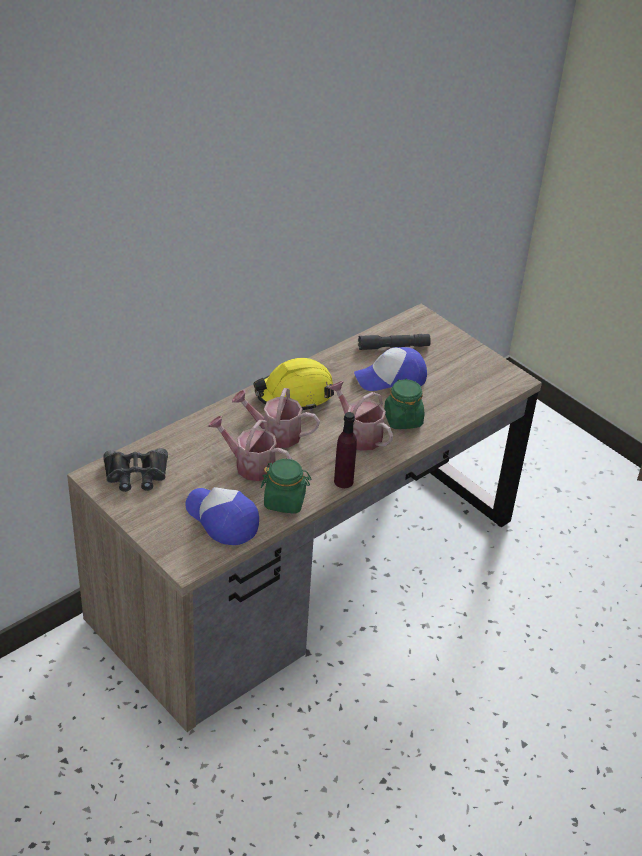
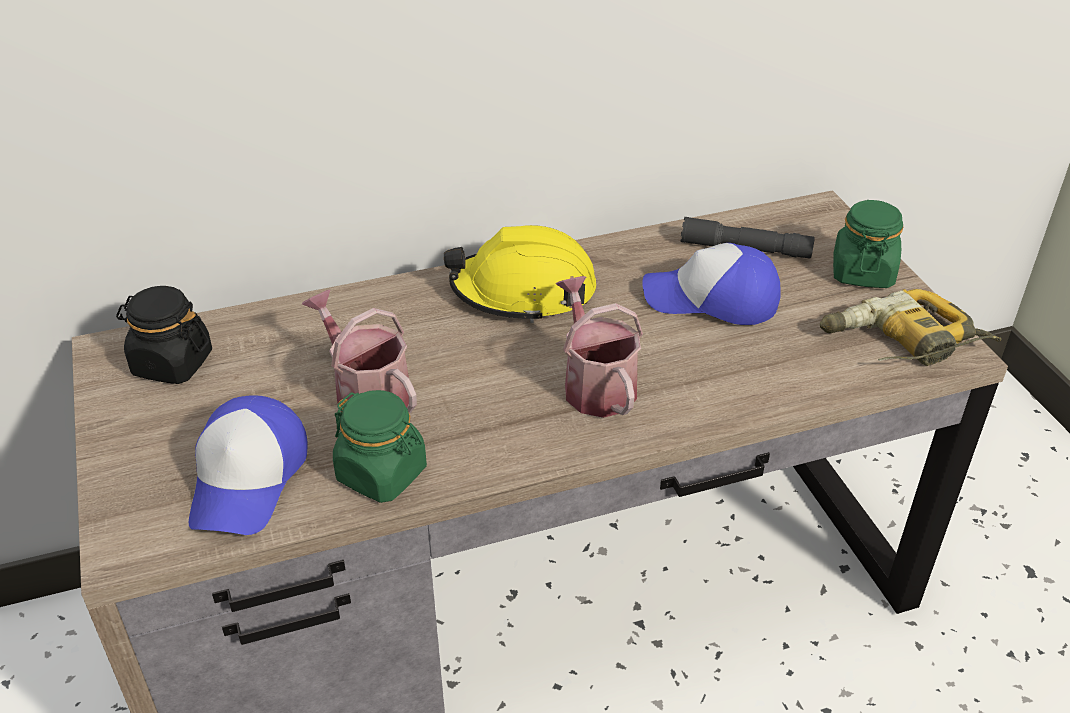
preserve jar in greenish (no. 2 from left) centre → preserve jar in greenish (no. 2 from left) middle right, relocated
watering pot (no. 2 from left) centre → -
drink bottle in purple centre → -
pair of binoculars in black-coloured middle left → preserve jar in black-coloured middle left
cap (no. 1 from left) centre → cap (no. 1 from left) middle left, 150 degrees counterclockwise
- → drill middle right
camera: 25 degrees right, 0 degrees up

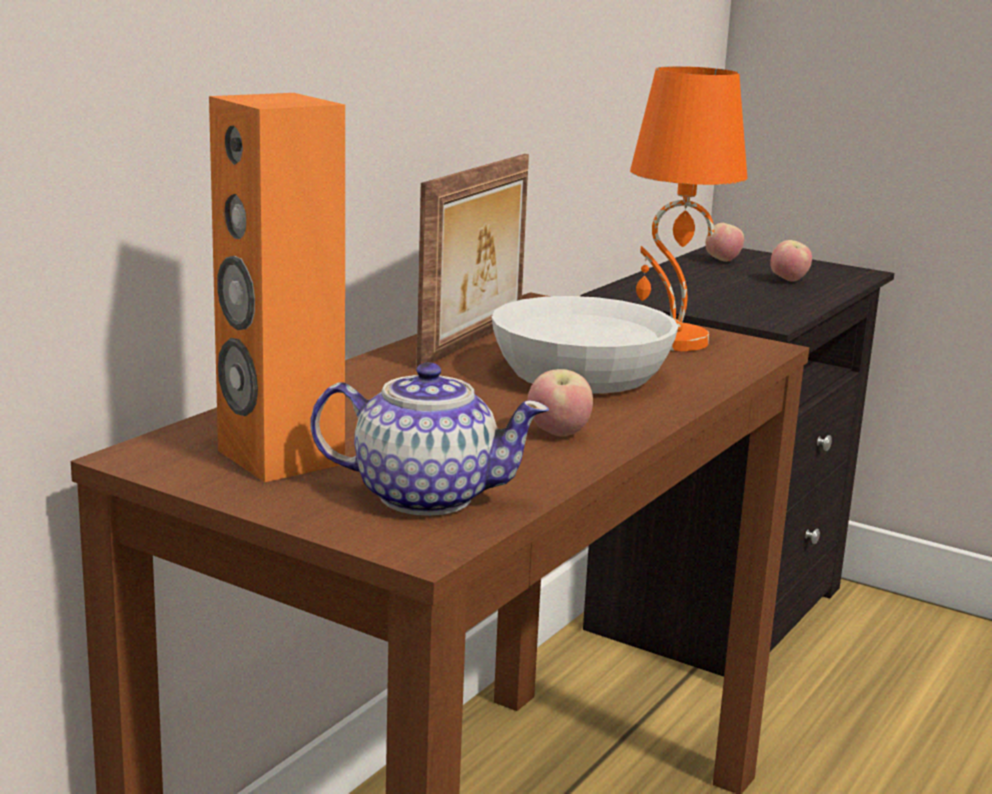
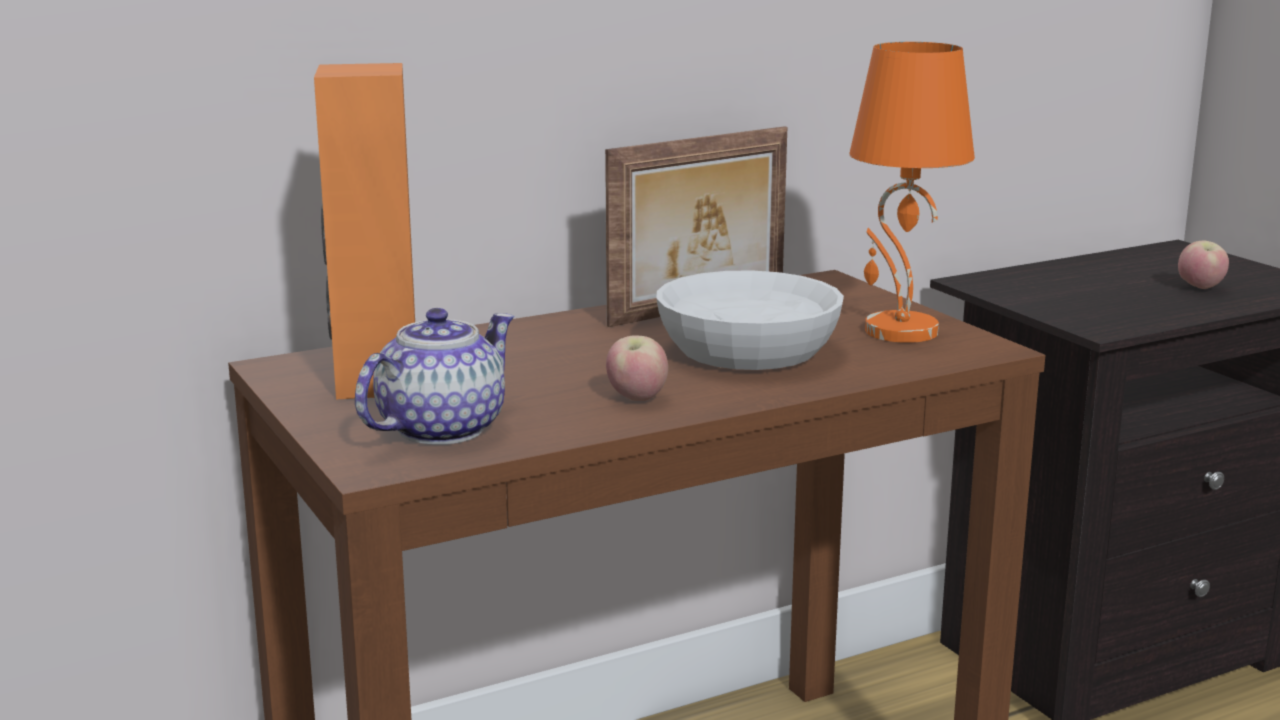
whole apple (no. 2 from left) top right → -
tea pot centre, 90 degrees counterclockwise
camera: 30 degrees right, 0 degrees up

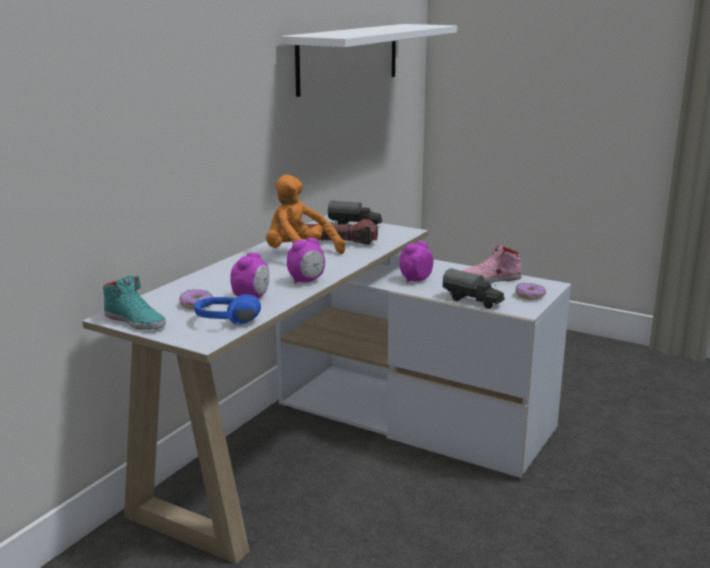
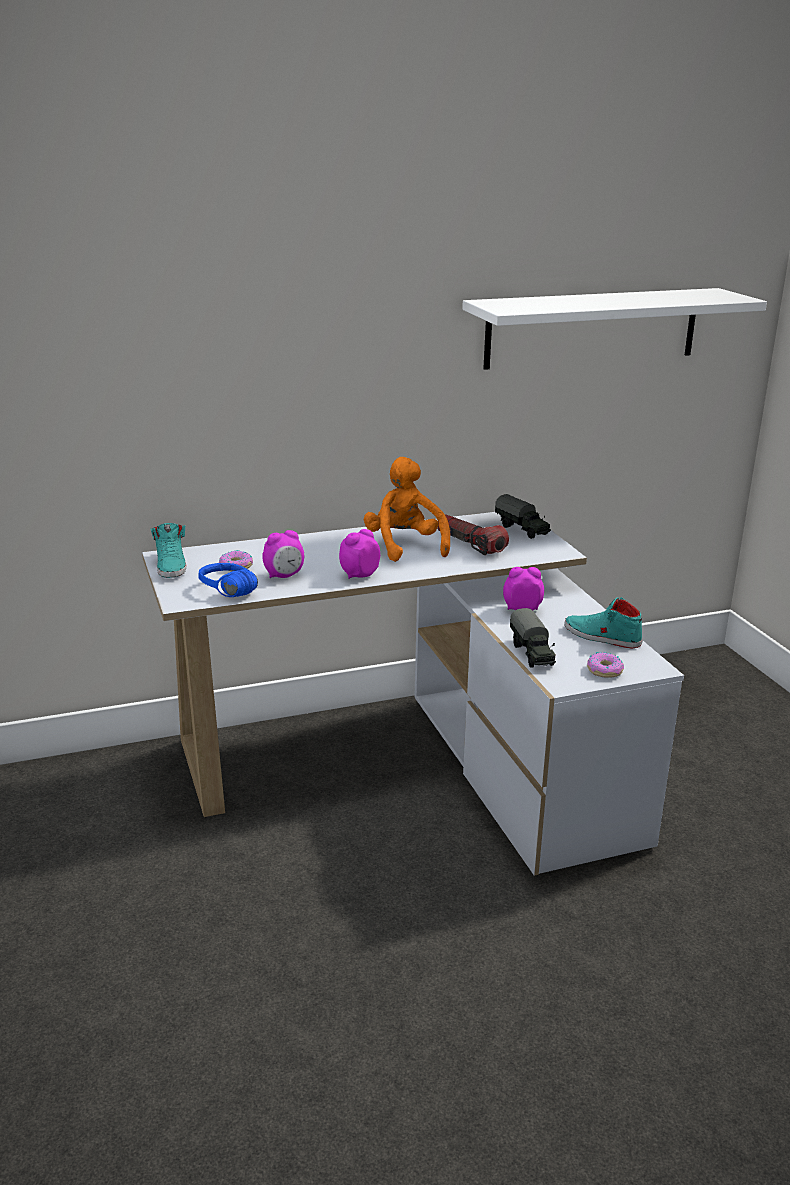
bedside clock (no. 2 from left) centre, 135 degrees clockwise
item of footwear in pinkish middle right → item of footwear in turquoise-coloured (no. 2 from left) middle right
camera: 40 degrees right, 5 degrees up

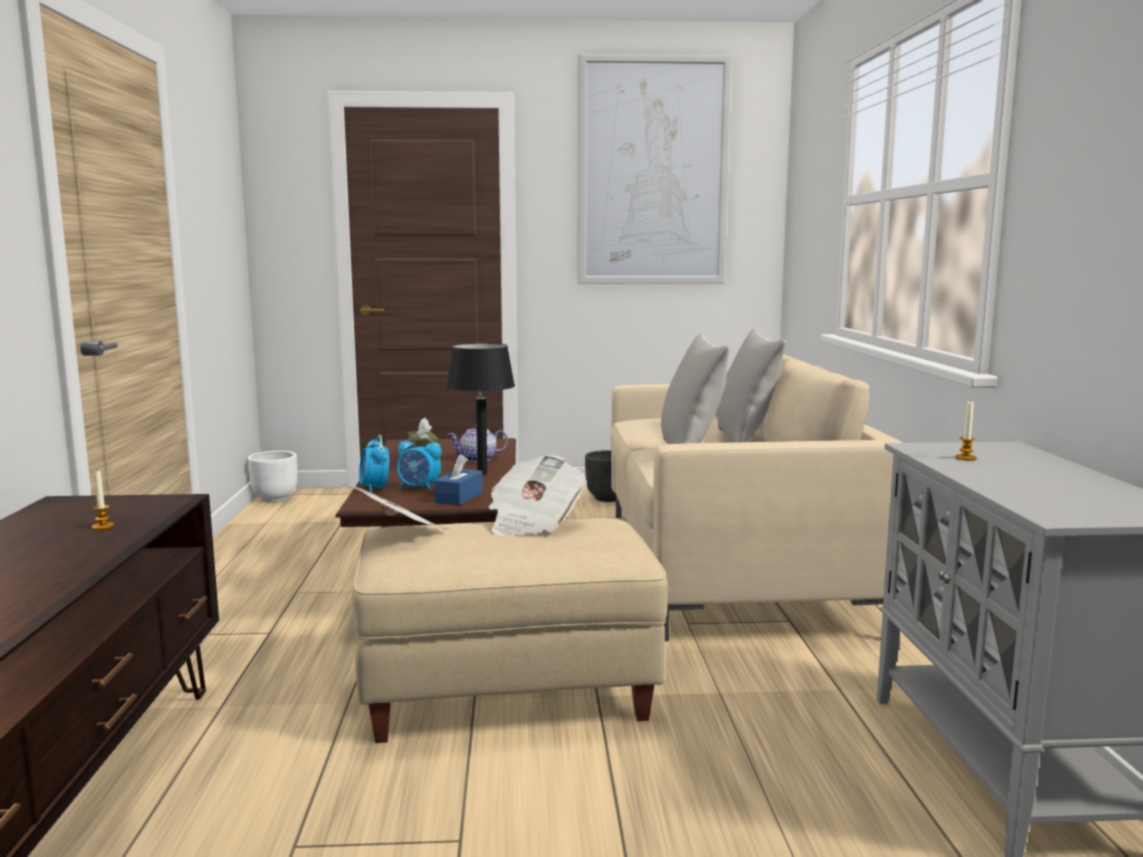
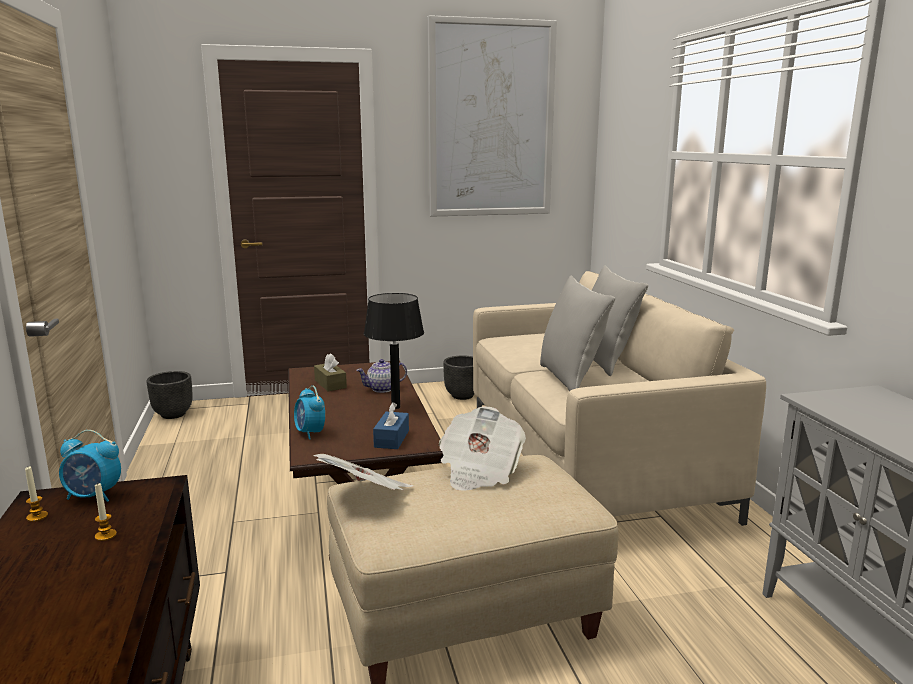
wax candle (no. 2 from left in the first image) middle right → wax candle (no. 1 from left) bottom left, relocated
bedside clock (no. 2 from left in the first image) centre → bedside clock (no. 1 from left) bottom left, relocated
flower pot in whitish middle left → flower pot in black-coloured (no. 1 from left) middle left
camera: 10 degrees left, 5 degrees up

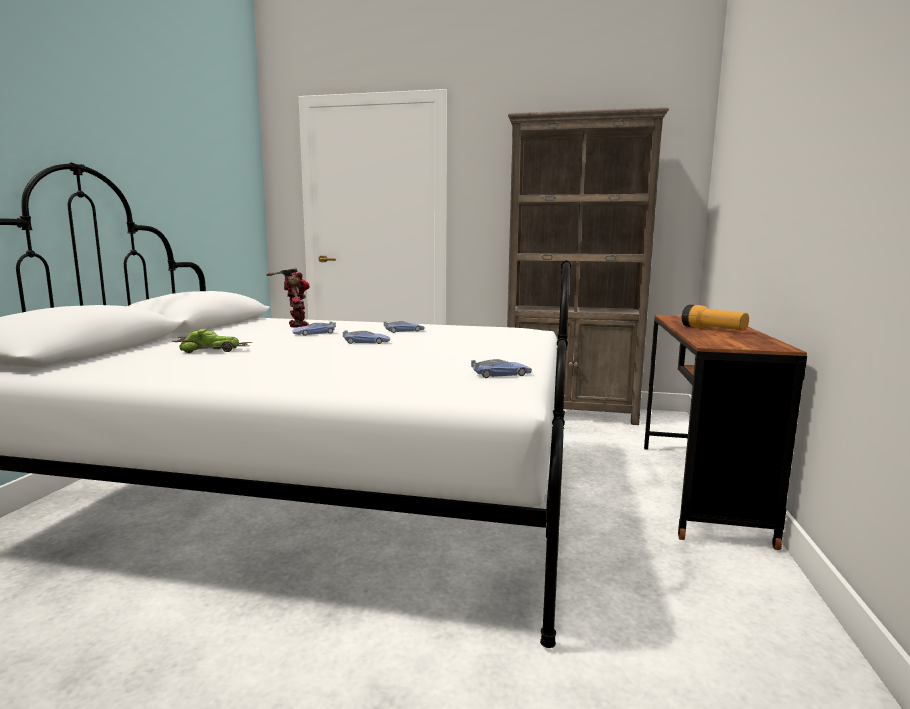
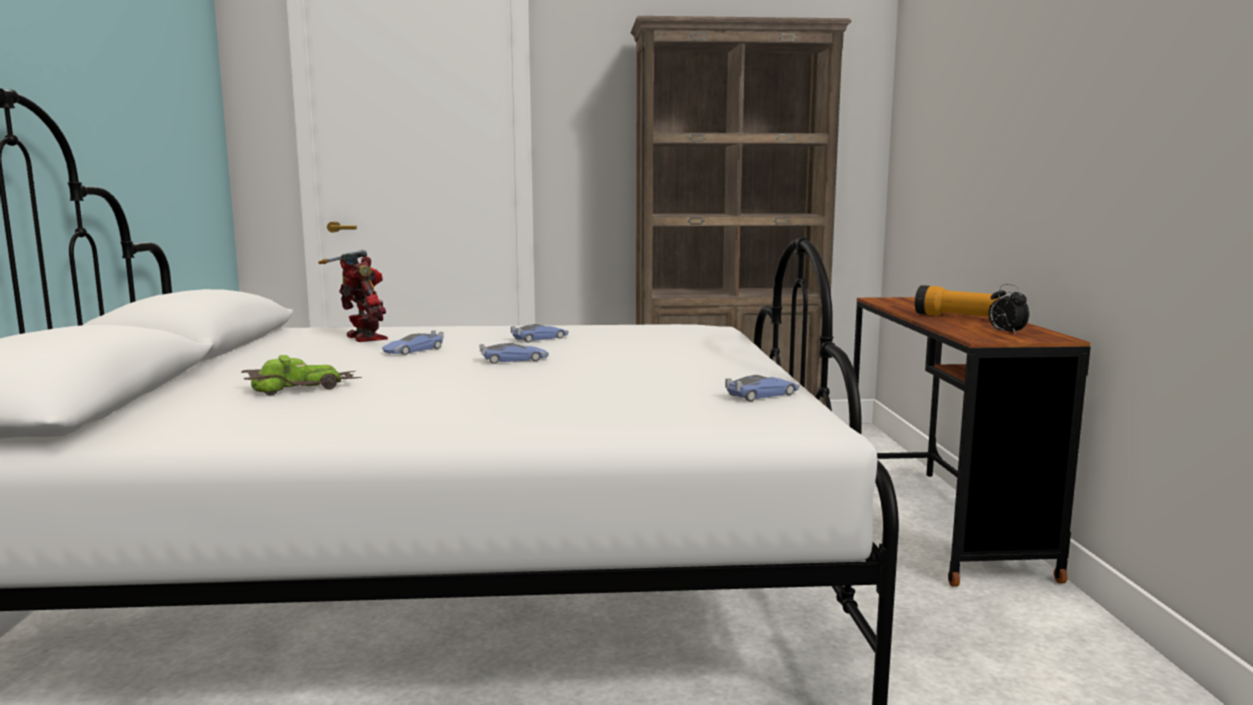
- → bedside clock middle right
camera: 15 degrees left, 0 degrees up

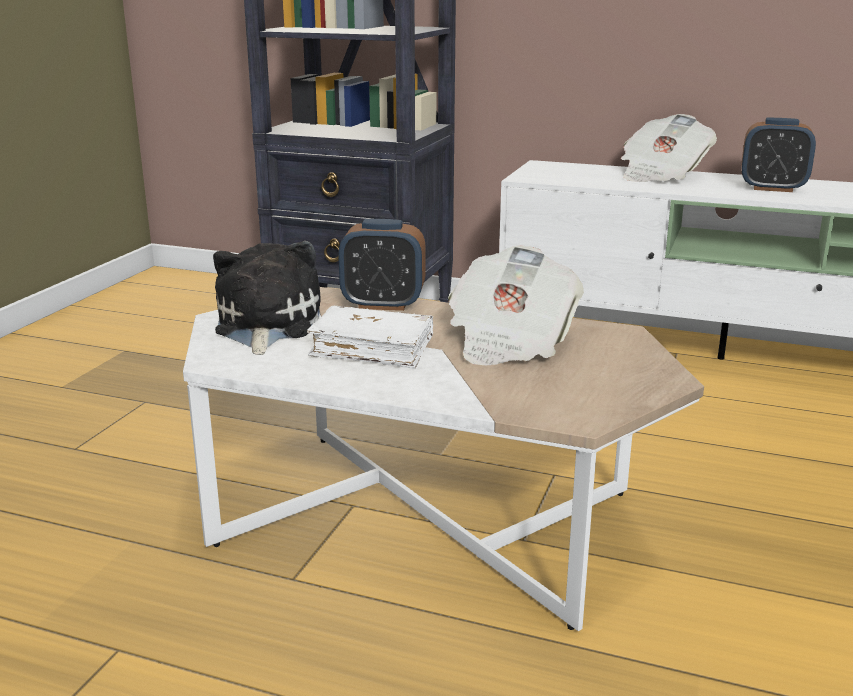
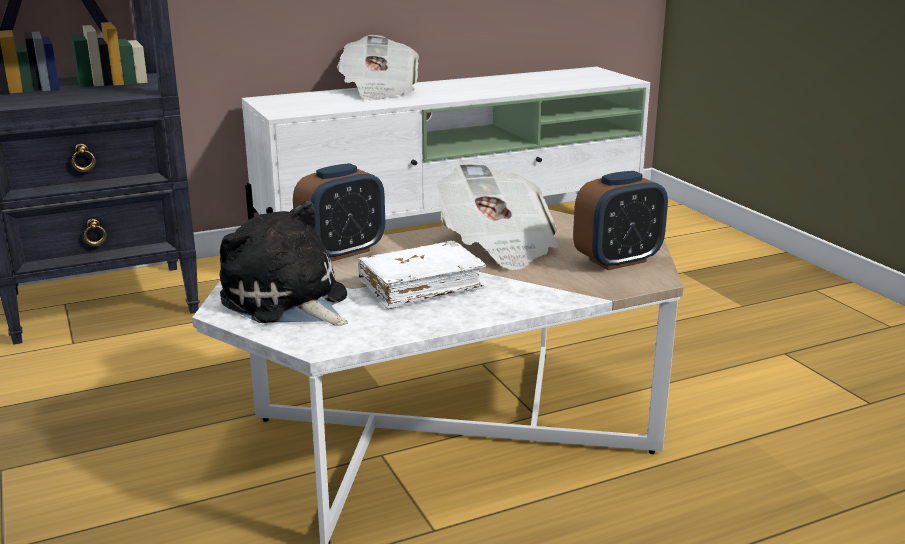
bedside clock (no. 2 from left) top right → bedside clock (no. 2 from left) middle right, relocated
camera: 45 degrees left, 0 degrees up

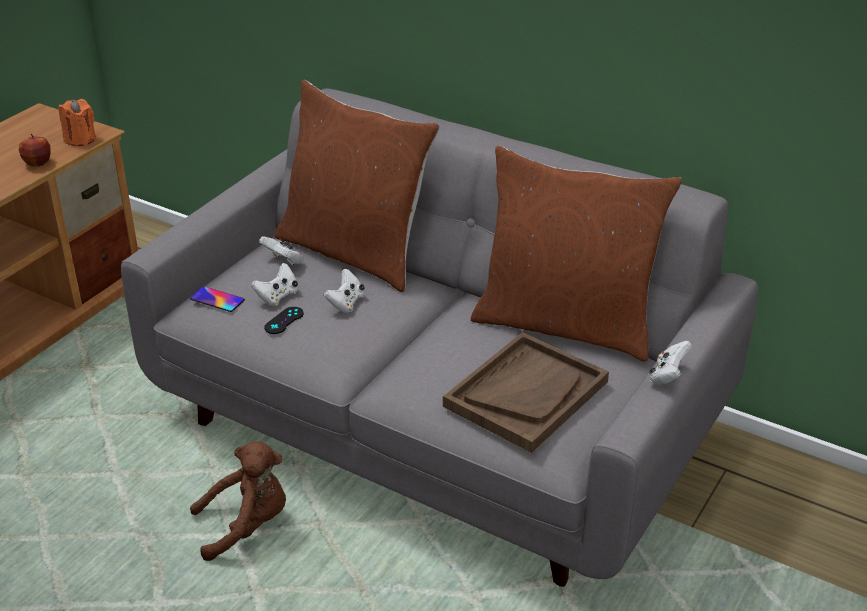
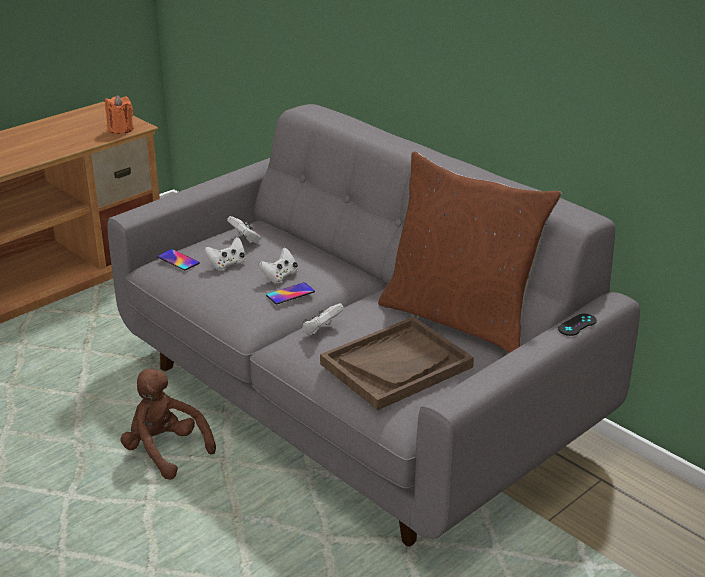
cushion in brown-coloured (no. 1 from left) top centre → -
whole apple top left → -
gamepad in black-coloured middle left → gamepad in black-coloured middle right, relocated
gamepad in whitish (no. 4 from left) middle right → gamepad in whitish (no. 4 from left) centre, relocated
soft toy in brown-coloured bottom left, 135 degrees counterclockwise
- → telephone (no. 2 from left) centre
camera: 15 degrees right, 5 degrees down

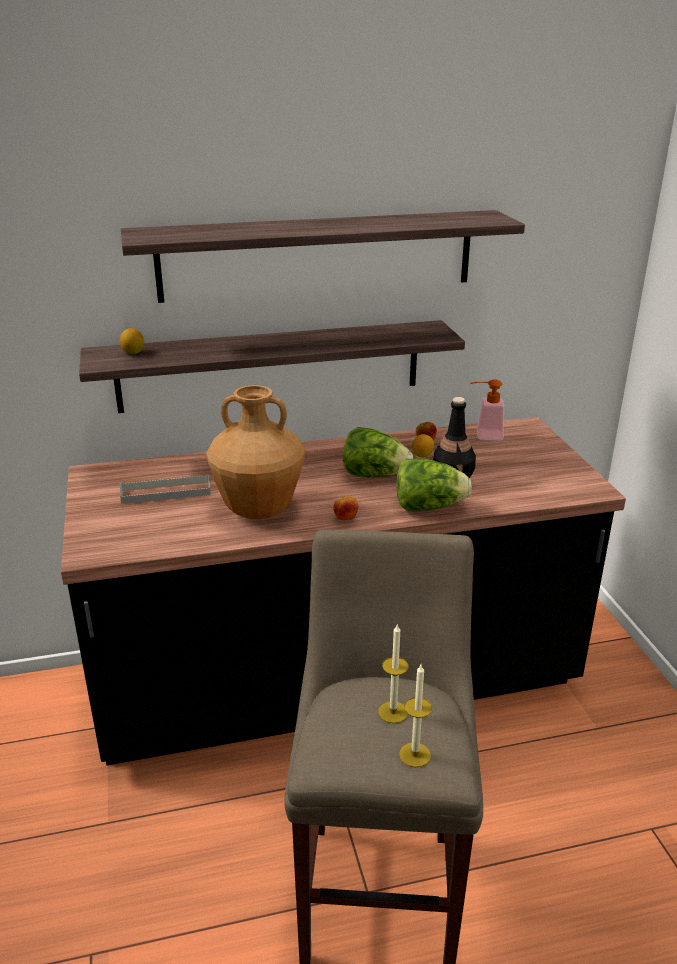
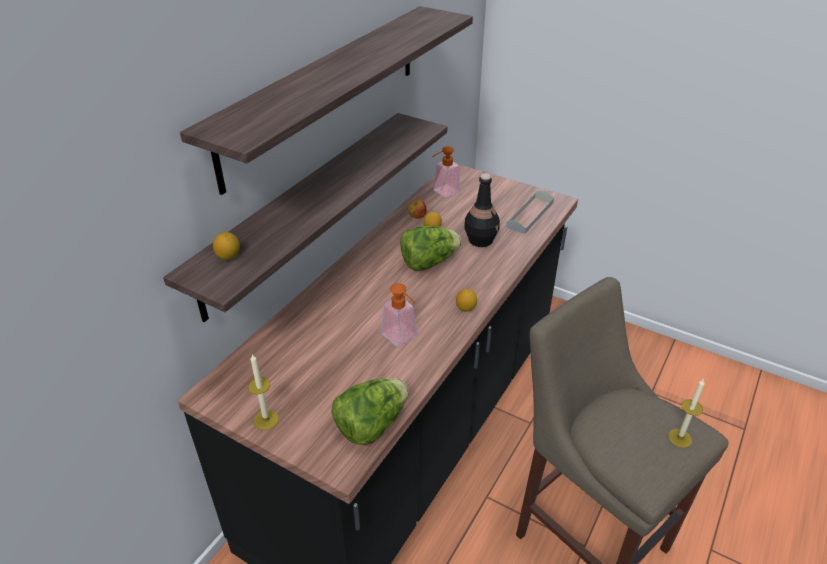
decorative vase in brown-coloured centre → soap bottle (no. 1 from left) centre
lettuce head (no. 2 from left in the first image) centre → lettuce head (no. 1 from left) bottom centre, relocated
tray in greyish middle left → tray in greyish centre, relocated
whole apple (no. 1 from left) centre → lemon (no. 3 from left) centre
wax candle (no. 1 from left) bottom centre → wax candle (no. 1 from left) bottom left, relocated
camera: 45 degrees left, 10 degrees up

